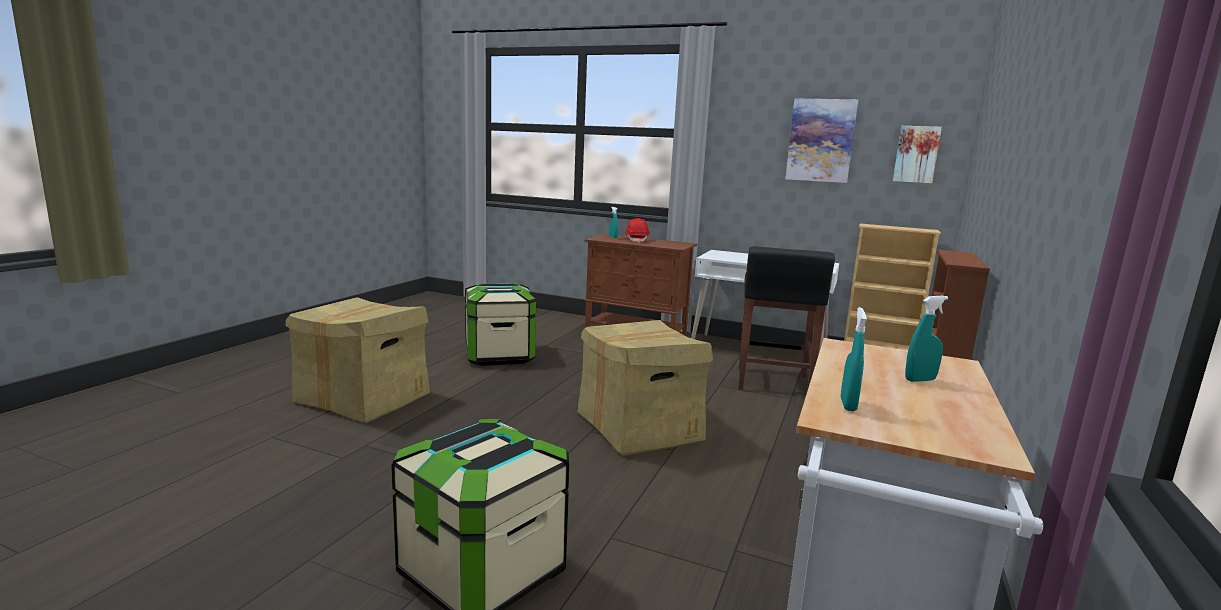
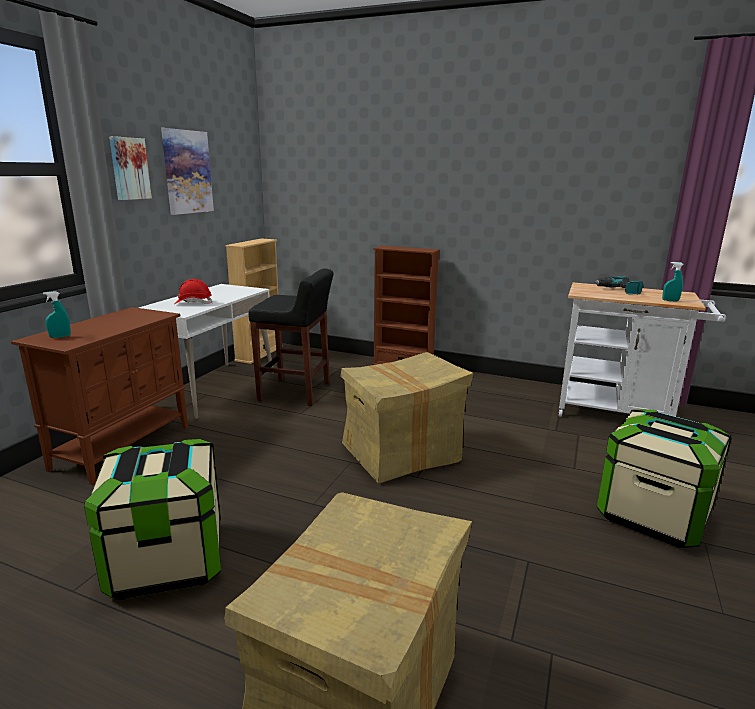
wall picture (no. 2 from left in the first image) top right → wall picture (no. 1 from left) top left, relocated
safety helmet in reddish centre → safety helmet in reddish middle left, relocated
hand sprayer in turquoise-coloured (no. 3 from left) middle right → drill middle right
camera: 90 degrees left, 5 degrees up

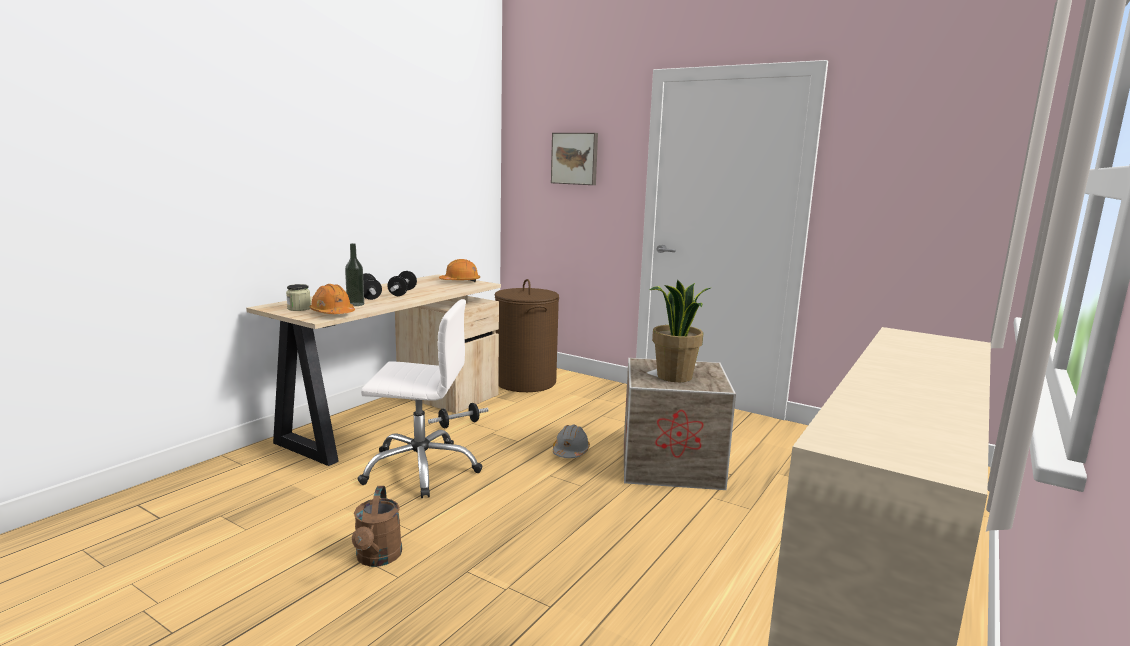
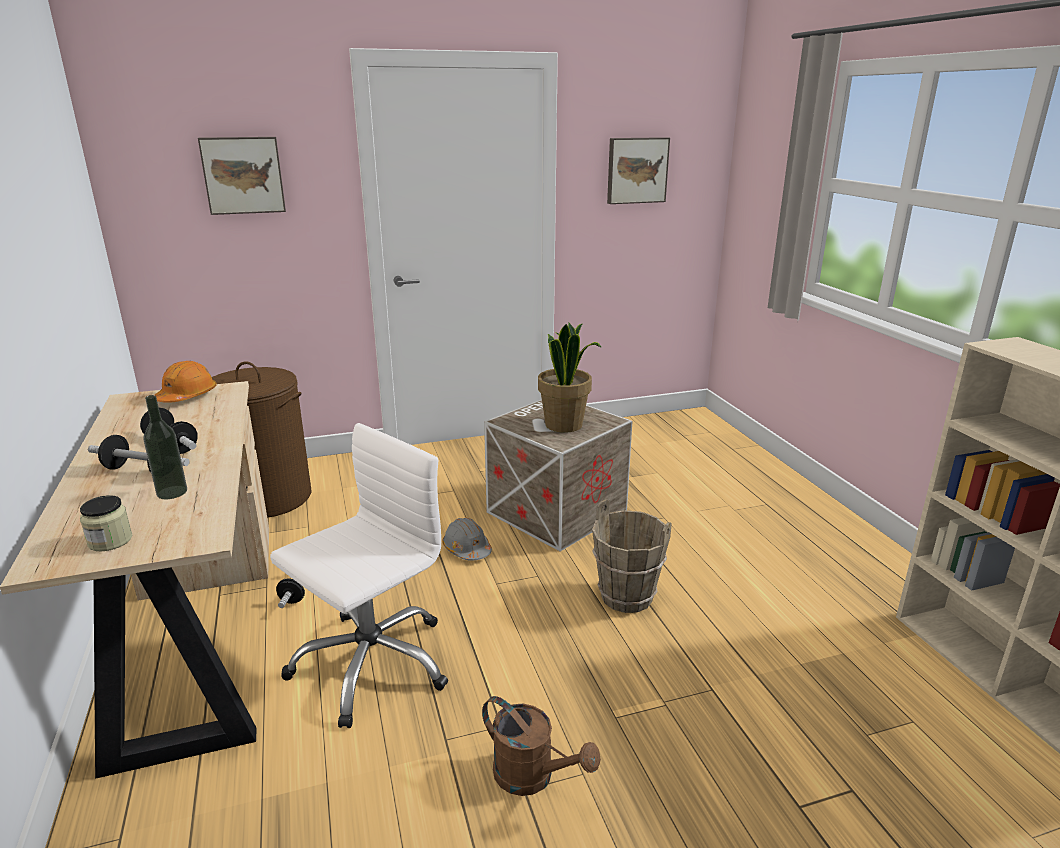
safety helmet in orange (no. 1 from left) middle left → -
- → wall picture (no. 2 from left) top centre
- → water bucket in brown-coloured centre
camera: 50 degrees left, 10 degrees up

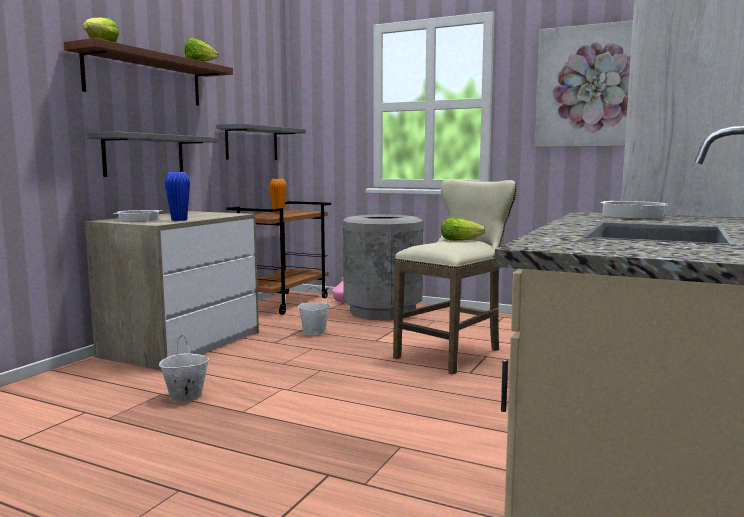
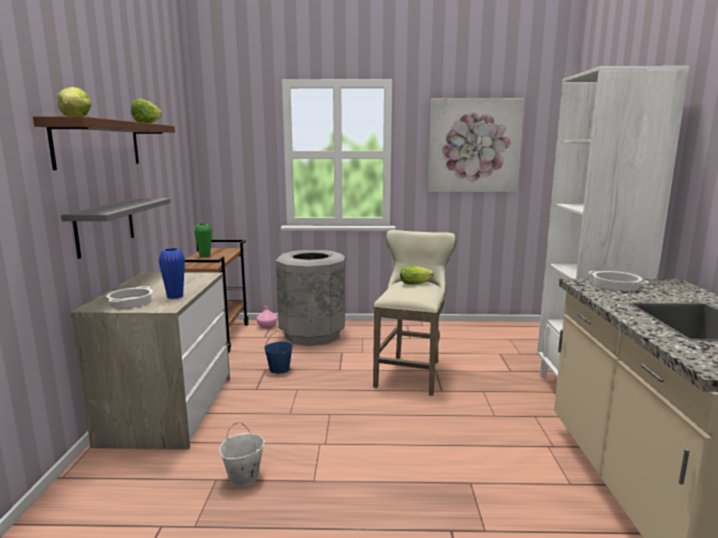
bracket shelf in greyish (no. 2 from left) top centre → -
decorative vase in orange centre → decorative vase in greenish middle left
water bucket in whitish (no. 2 from left) centre → water bucket in bluish centre
camera: 25 degrees left, 5 degrees up

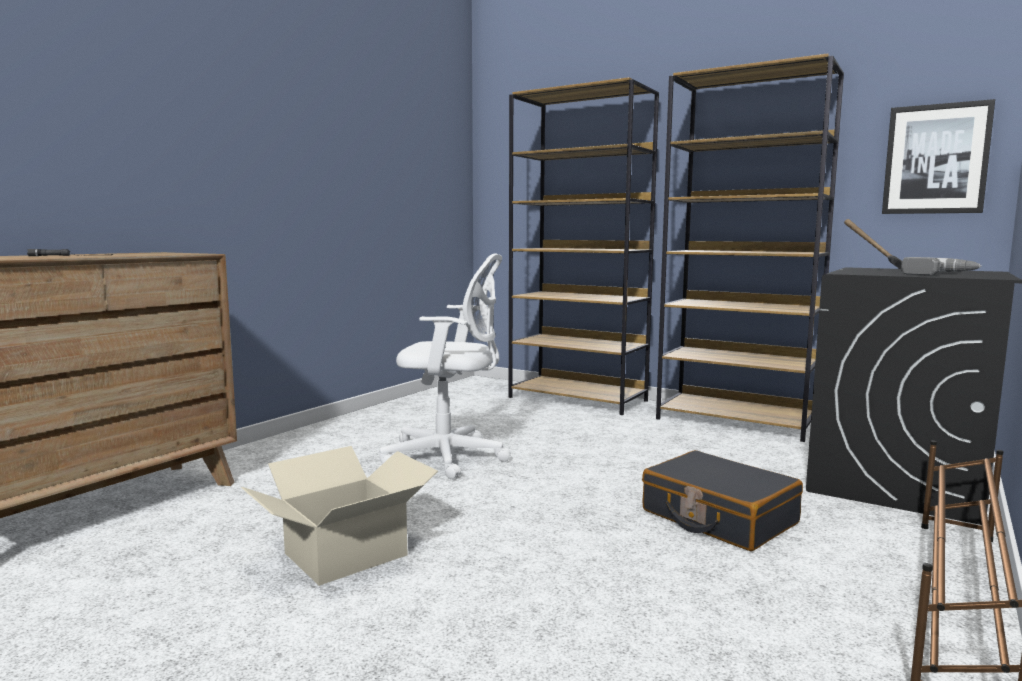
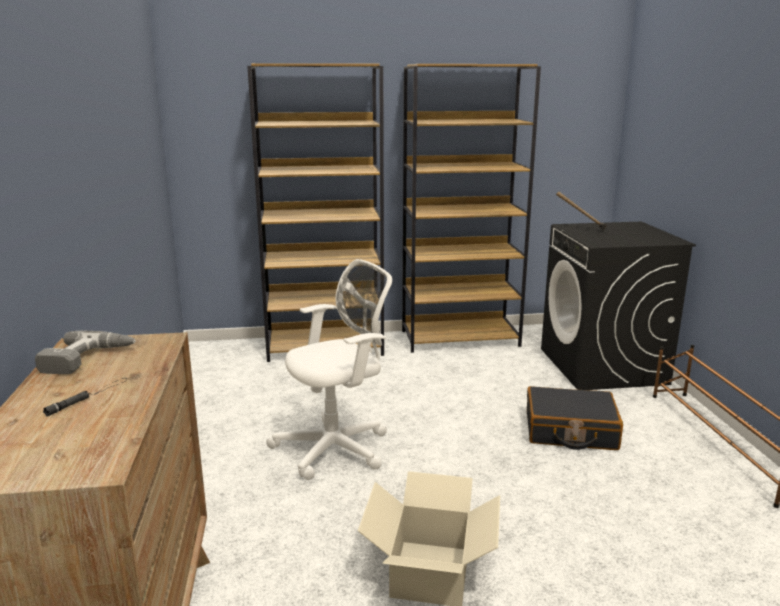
wall picture top right → -
drill middle right → drill middle left, relocated
camera: 40 degrees left, 10 degrees up

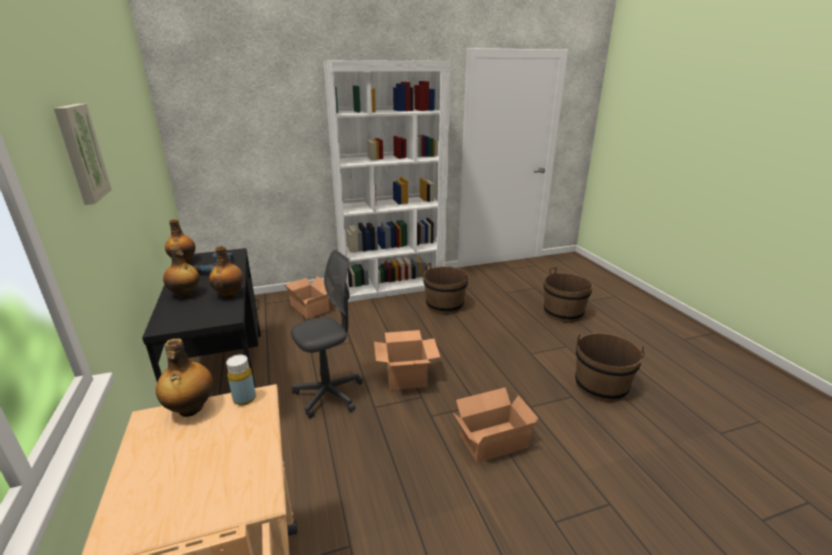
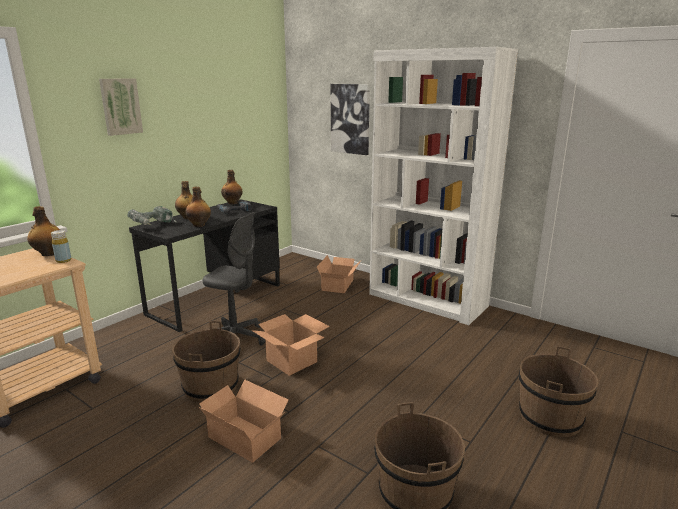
water bucket in brown-coloured (no. 1 from left) centre → water bucket in brown-coloured (no. 1 from left) bottom left, relocated
- → wall picture (no. 2 from left) top centre
- → drill (no. 1 from left) middle left
camera: 55 degrees right, 5 degrees down

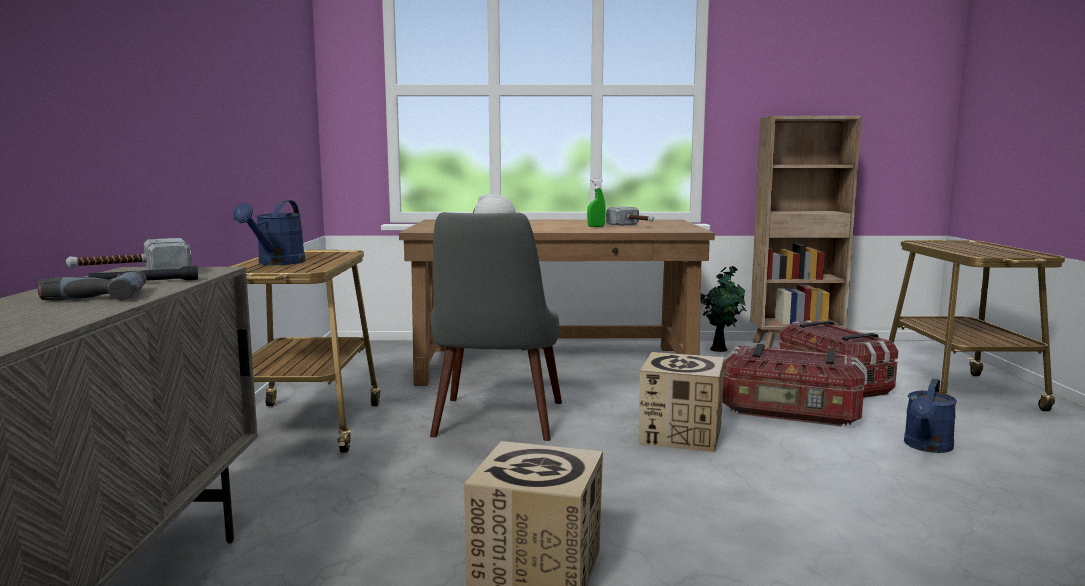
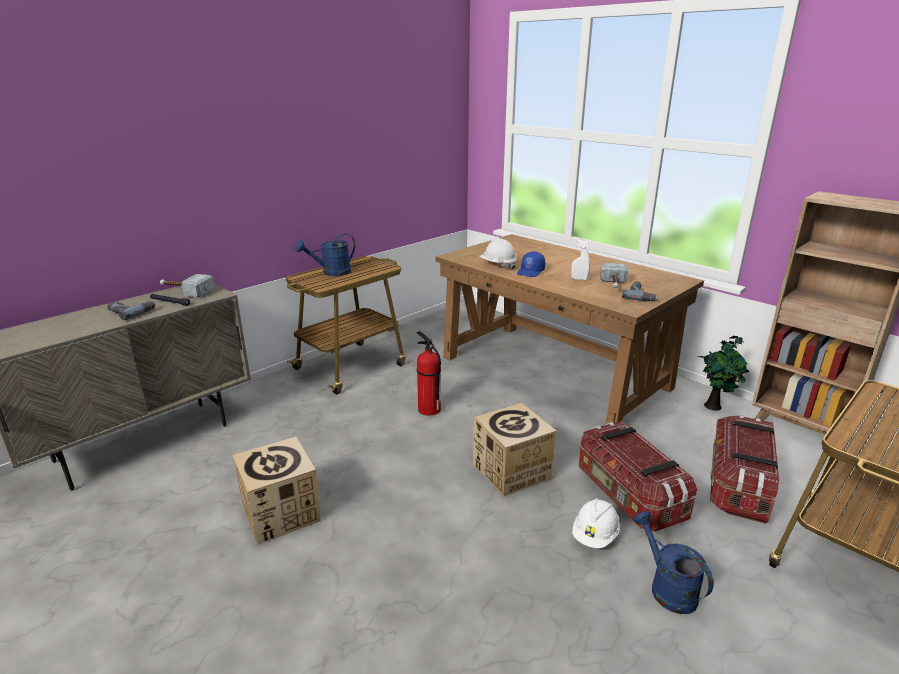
hand sprayer in greenish centre → hand sprayer in whitish centre
upright chair in greyish centre → extinguisher centre
watering pot in bluish (no. 2 from left) bottom right, 75 degrees clockwise
- → cap in bluish centre
- → drill (no. 2 from left) middle right
- → safety helmet in whitish (no. 2 from left) bottom centre
camera: 45 degrees right, 15 degrees up

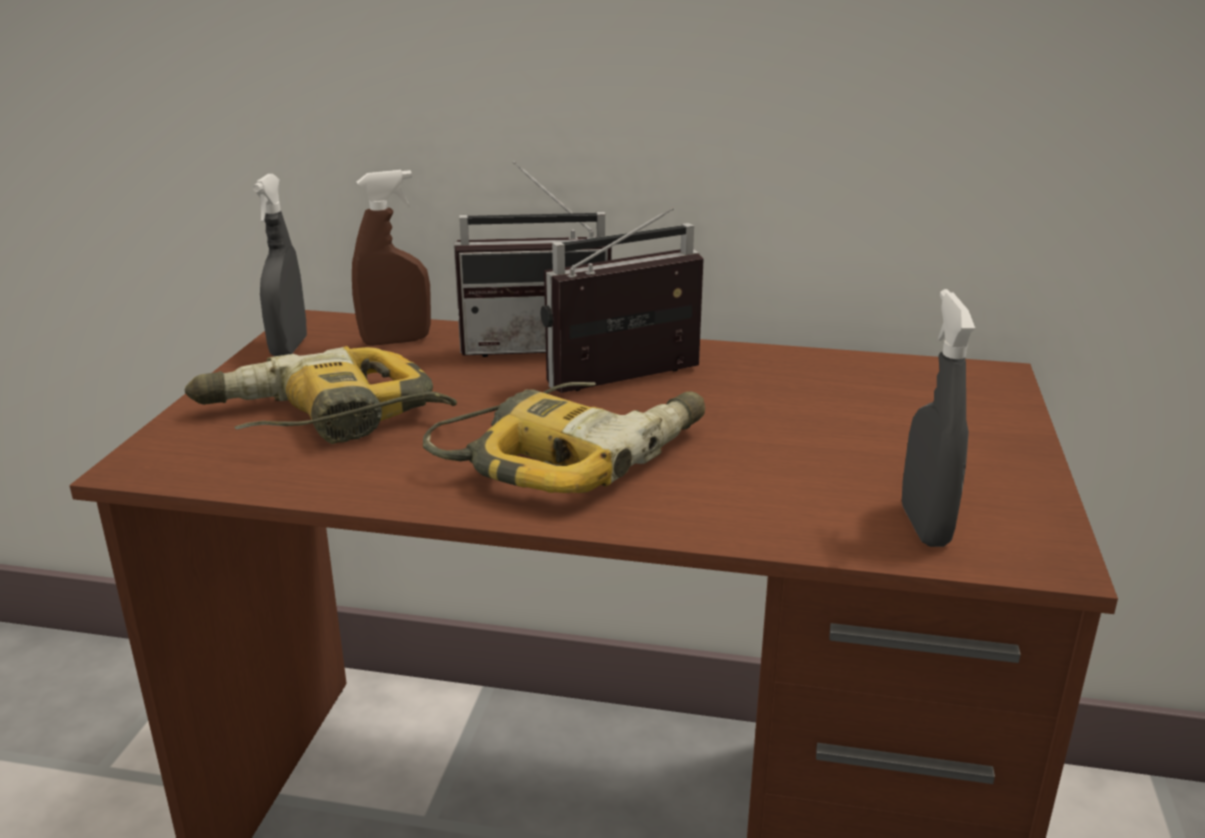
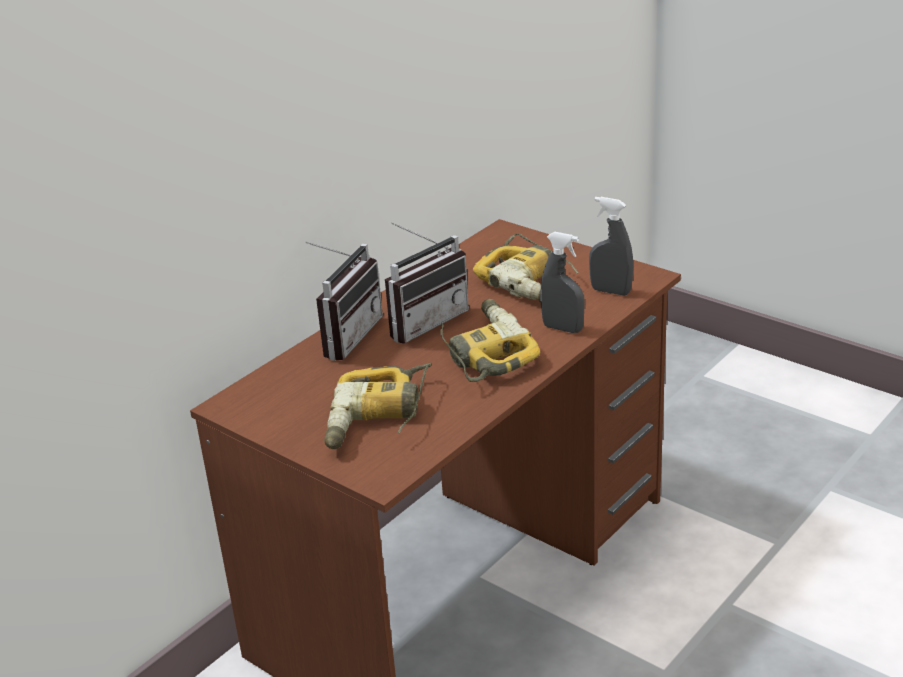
hand sprayer in brown-coloured top left → -
hand sprayer in greyish (no. 1 from left) top left → hand sprayer in greyish (no. 1 from left) centre, relocated
radio (no. 2 from left) centre, 135 degrees counterclockwise
- → drill (no. 3 from left) centre
camera: 60 degrees left, 5 degrees up

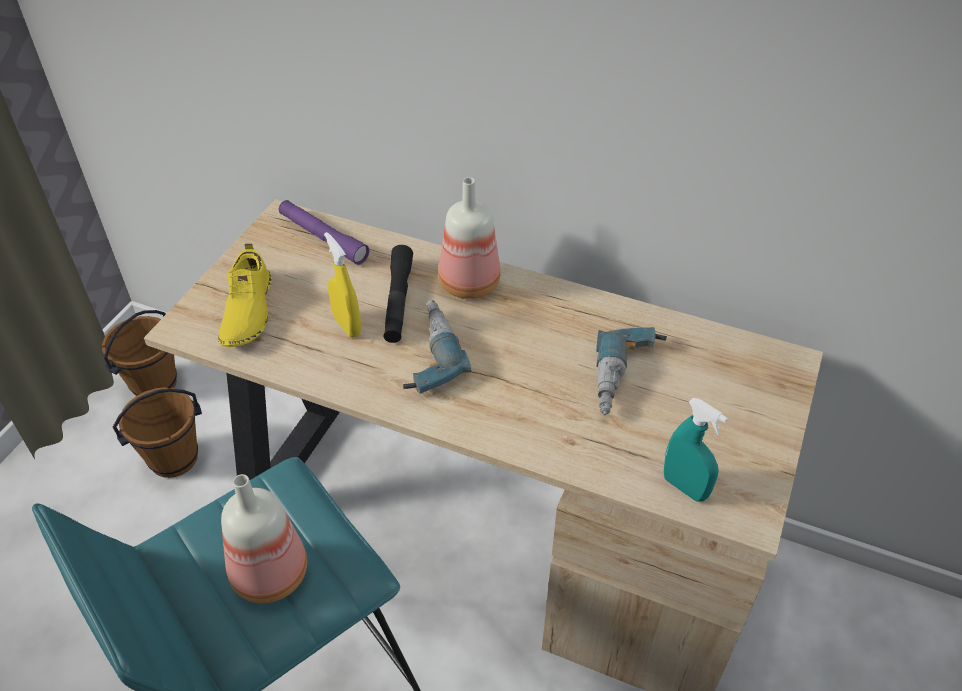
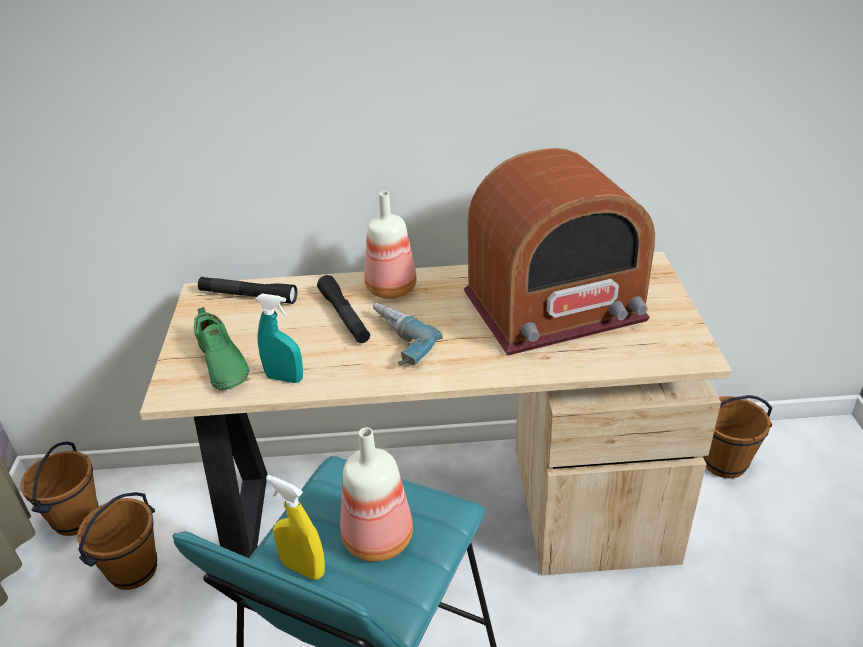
hand torch in purple centre → hand torch in black-coloured (no. 1 from left) middle left
hand sprayer in yellow-coloured centre → hand sprayer in yellow-coloured bottom centre, relocated
item of footwear in yellow-coloured middle left → item of footwear in greenish middle left
drill (no. 2 from left) centre → radio centre
hand sprayer in turquoise-coloured middle right → hand sprayer in turquoise-coloured middle left, relocated
- → water bucket in brown-coloured (no. 3 from left) bottom right
camera: 25 degrees left, 10 degrees down

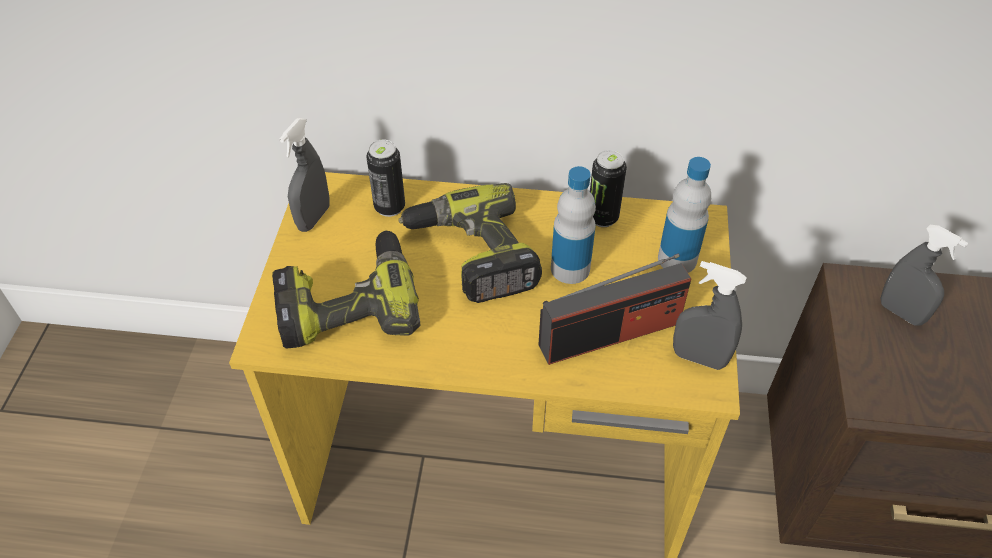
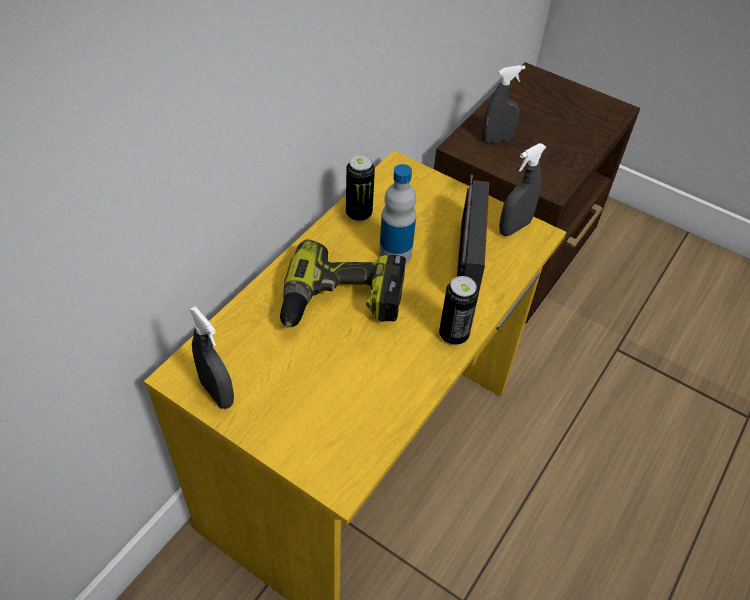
metal can (no. 1 from left in the first image) top centre → metal can (no. 2 from left) centre, relocated
drink bottle (no. 2 from left) middle right → -
drill (no. 1 from left) centre → -
camera: 65 degrees left, 0 degrees up

